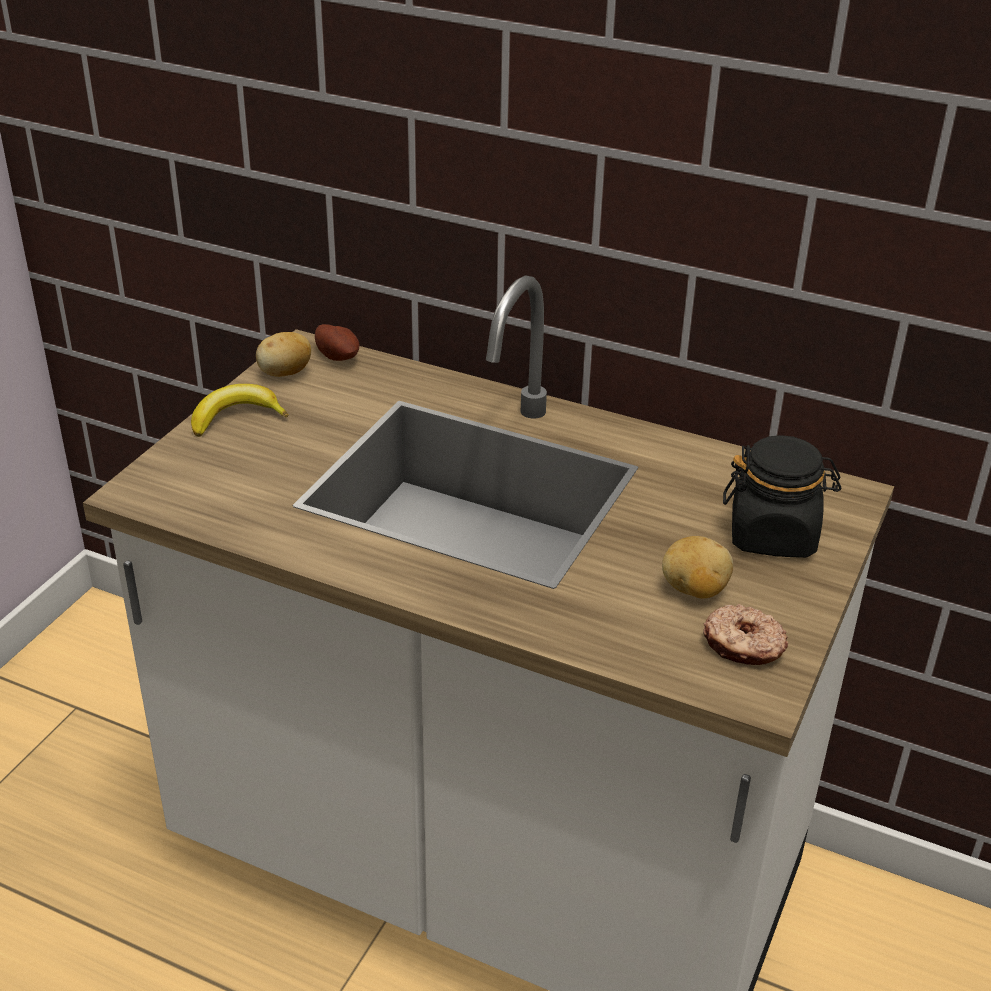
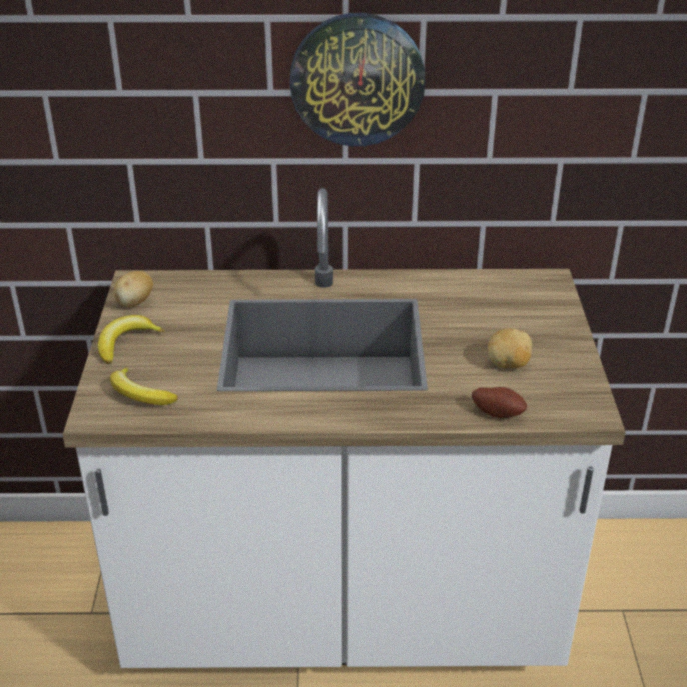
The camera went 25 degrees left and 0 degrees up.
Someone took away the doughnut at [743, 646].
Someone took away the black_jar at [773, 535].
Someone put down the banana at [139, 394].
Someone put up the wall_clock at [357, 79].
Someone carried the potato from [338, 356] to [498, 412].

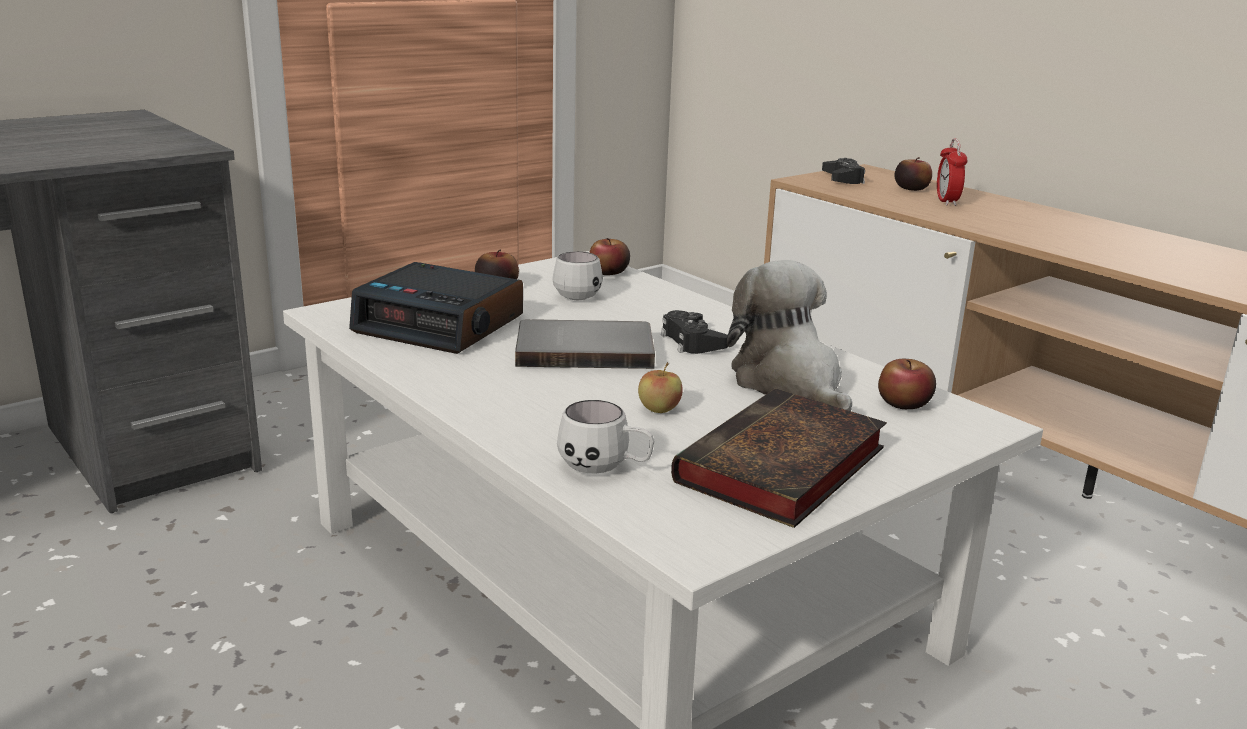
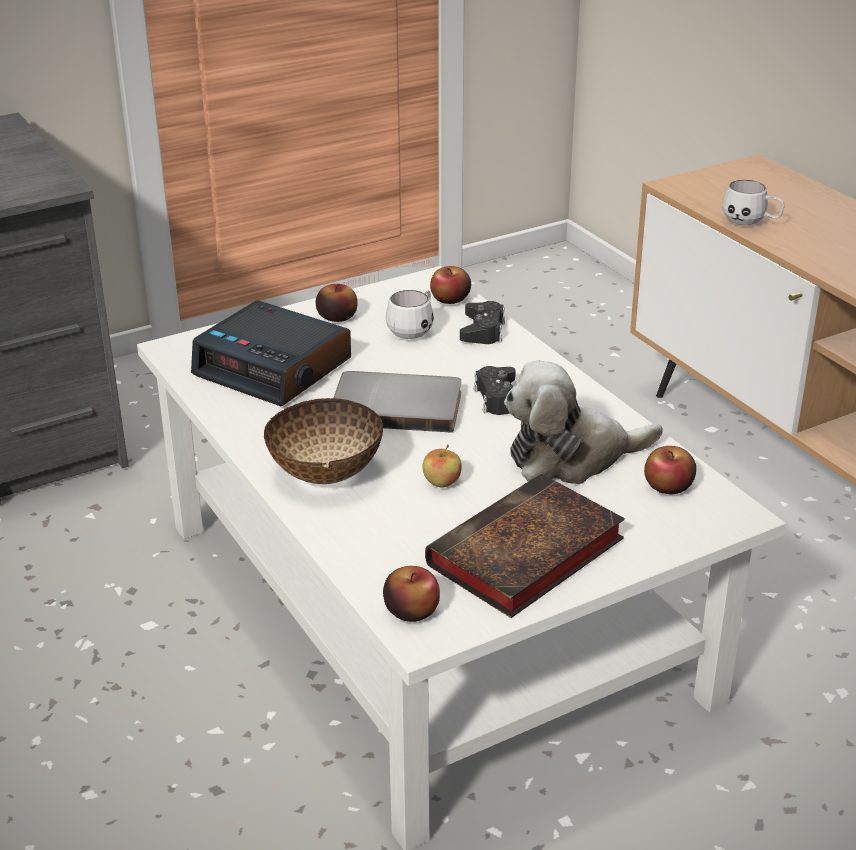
The camera went 10 degrees right and 10 degrees up.
Someone took away the table_clock at [947, 202].
Someone put down the deep_dish at [324, 473].
Someone carried the white_tea_mug from [605, 468] to [751, 223].
Someone carried the black_joypad from [843, 179] to [482, 330].
Someone carried the apple_fruit from [911, 188] to [411, 610].
Someone rotated the plush_toy at [790, 384] by 90 degrees counterclockwise.

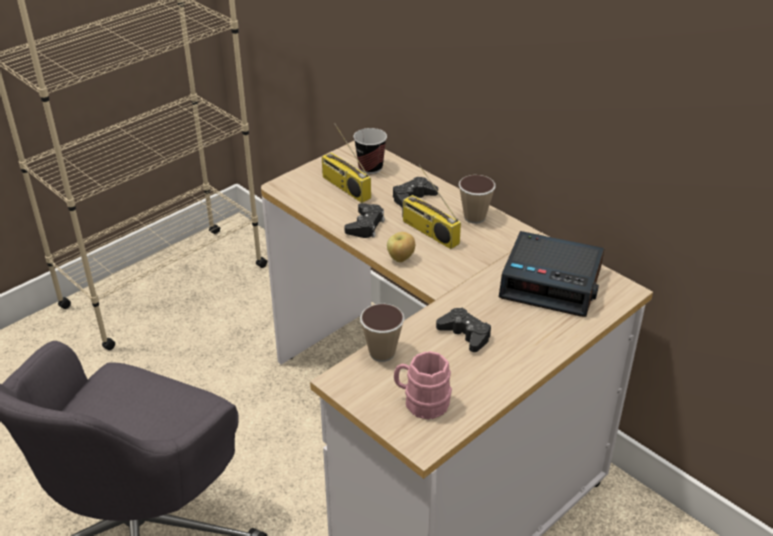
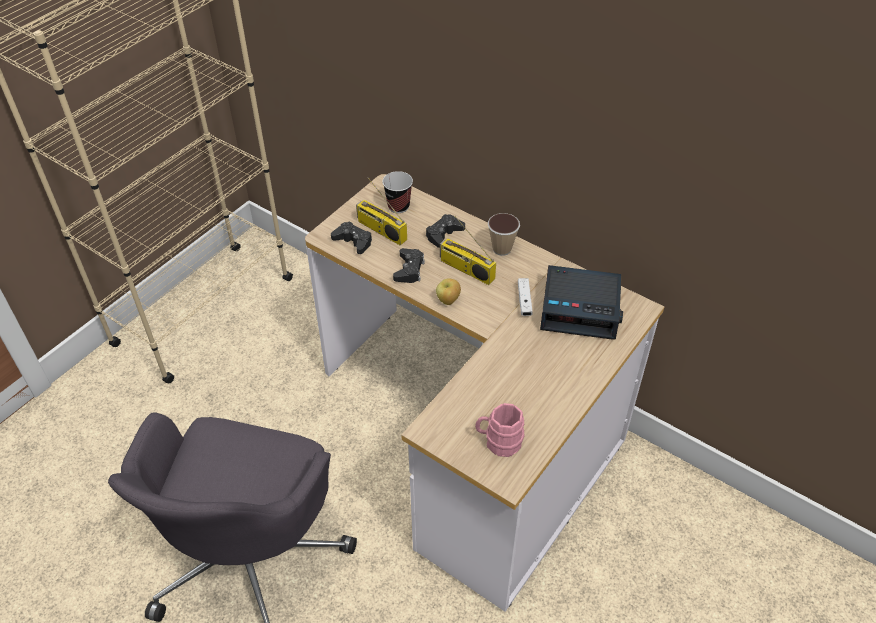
The camera went 10 degrees left and 10 degrees up.
Someone took away the drinking_cup at [382, 353].
Someone put down the white_joypad at [524, 301].
Someone carried the black_joypad from [465, 334] to [353, 241].

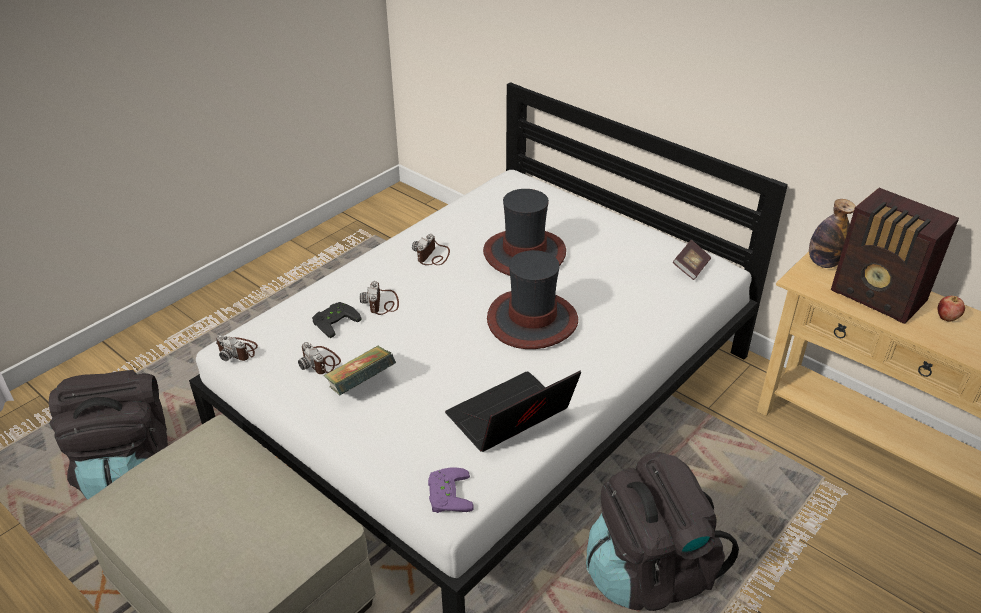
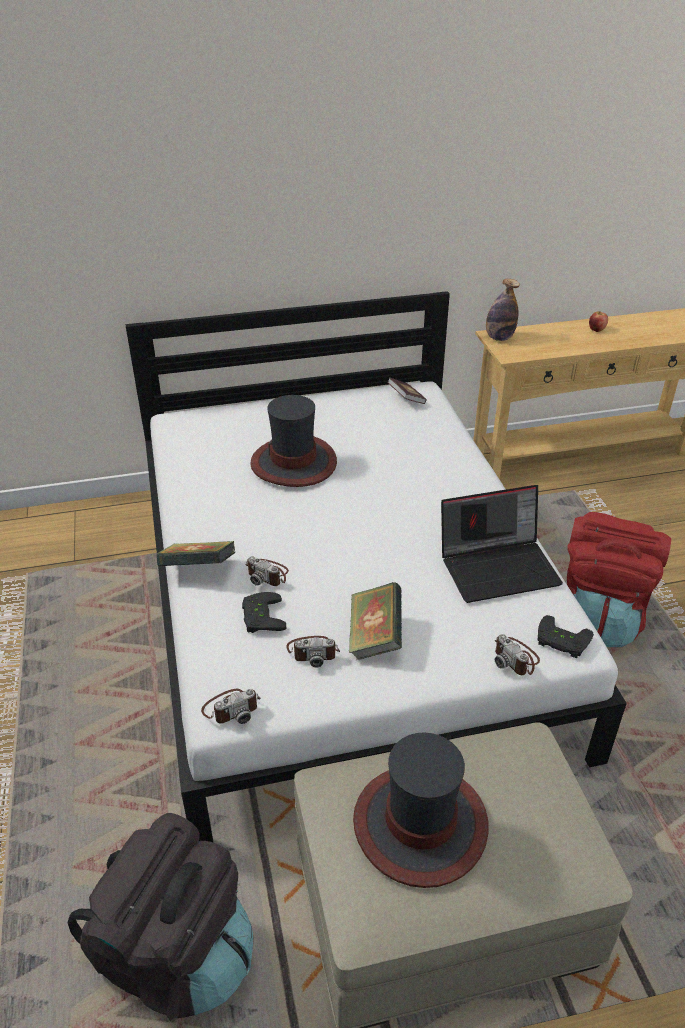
The camera went 55 degrees left and 0 degrees up.
Someone took away the radio at [879, 298].
Someone put down the bound_book at [198, 570].
Someone carried the still_camera from [433, 256] to [516, 658].
Someone carried the clothing_hat from [532, 320] to [420, 825].
Someone repainted the purple-coloured_joypad at [446, 494], which became the black_joypad at [561, 641].
Someone repainted the black_knapsack at [650, 573], which became the red_knapsack at [600, 616].
Someone rotated the laptop at [510, 419] by 105 degrees counterclockwise.

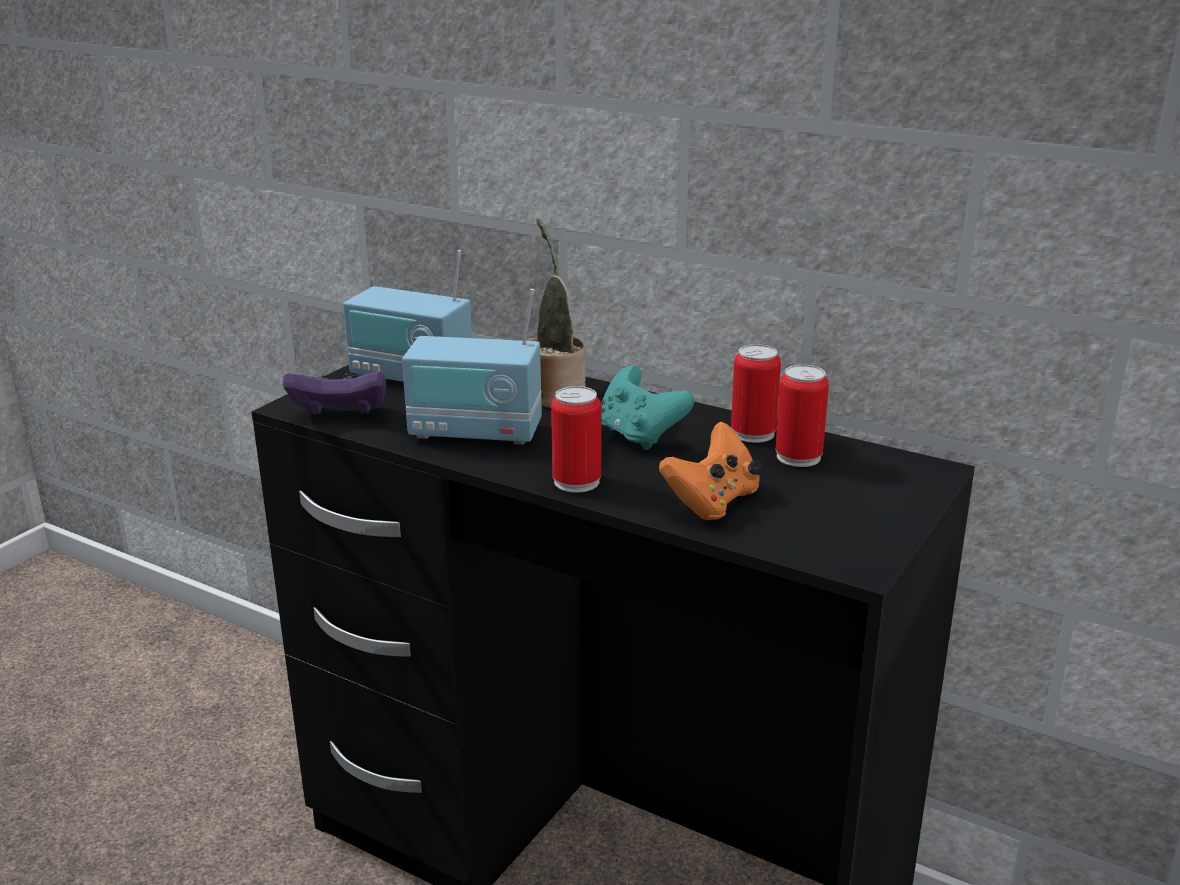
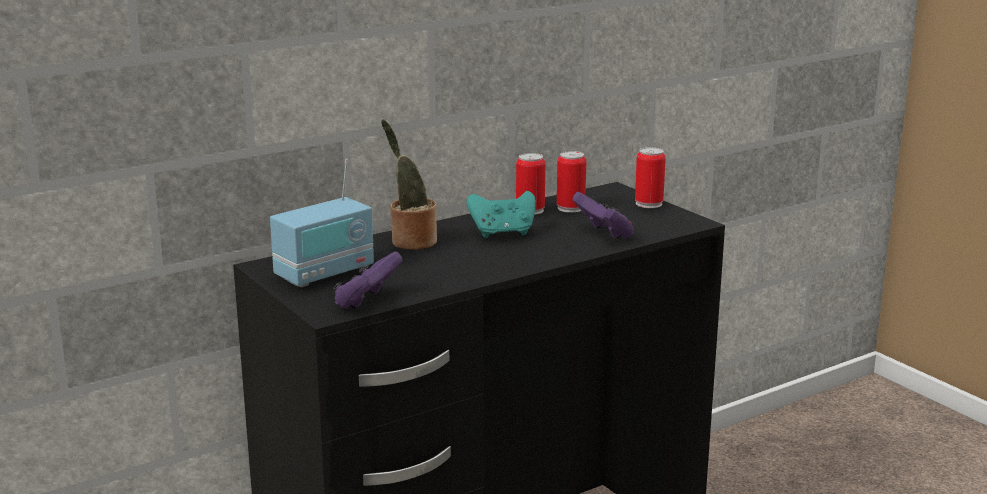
The camera went 65 degrees left and 5 degrees down.
Someone took away the radio at [475, 433].
Someone carried the sealed_can from [576, 481] to [648, 204].
Someone repainted the orange-coloured_joypad at [712, 502], which became the purple-coloured_joypad at [604, 234].

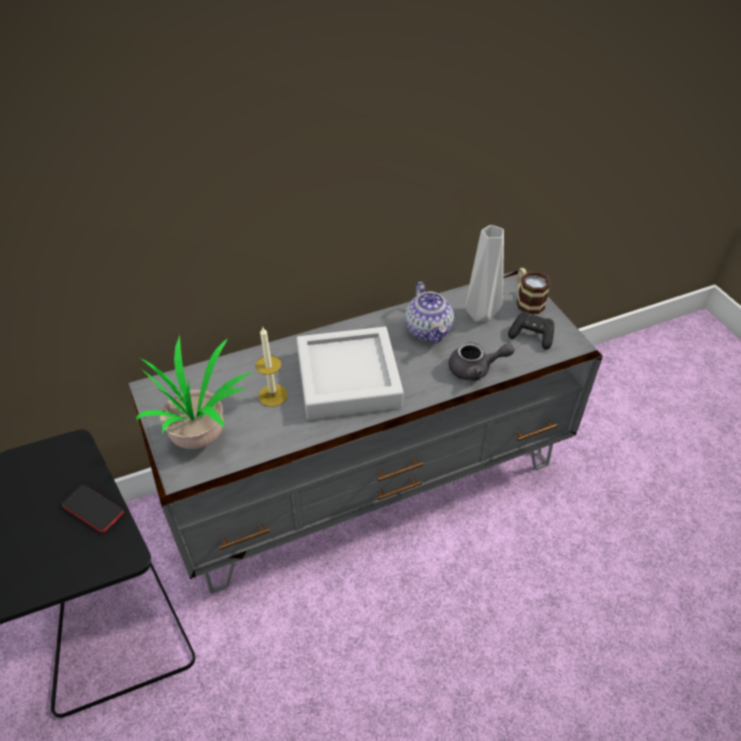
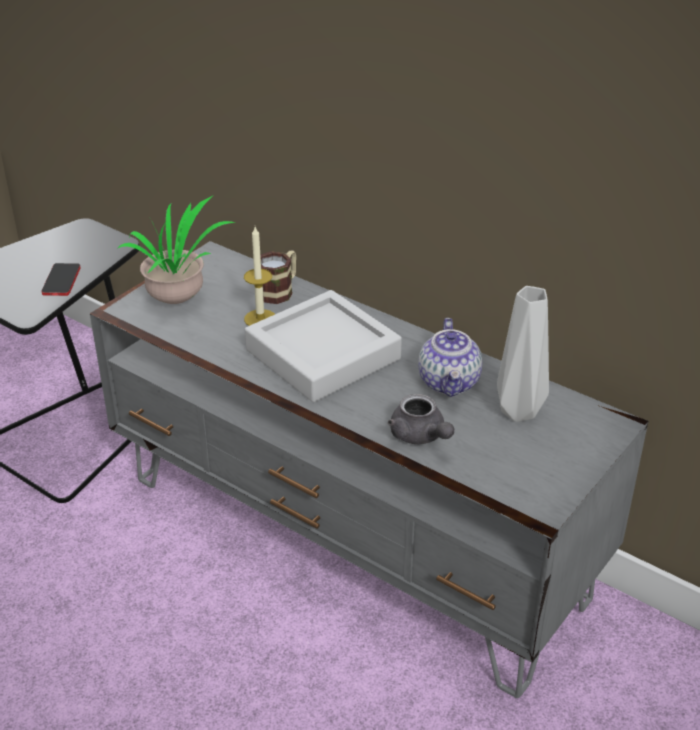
The camera went 60 degrees right and 10 degrees down.
Someone took away the black_joypad at [531, 336].
Someone carried the tea_mug from [527, 301] to [279, 290].
Someone rotated the tea_pot at [429, 330] by 45 degrees counterclockwise.

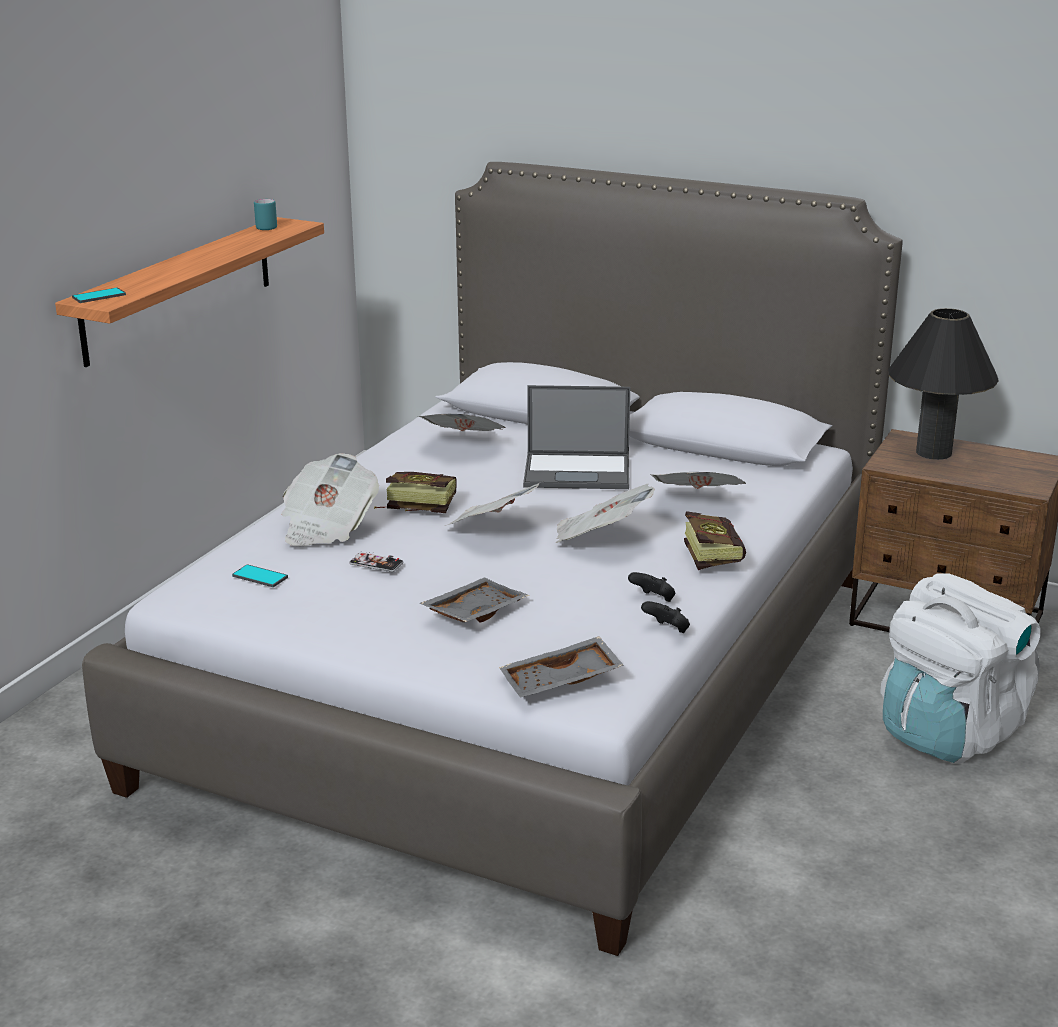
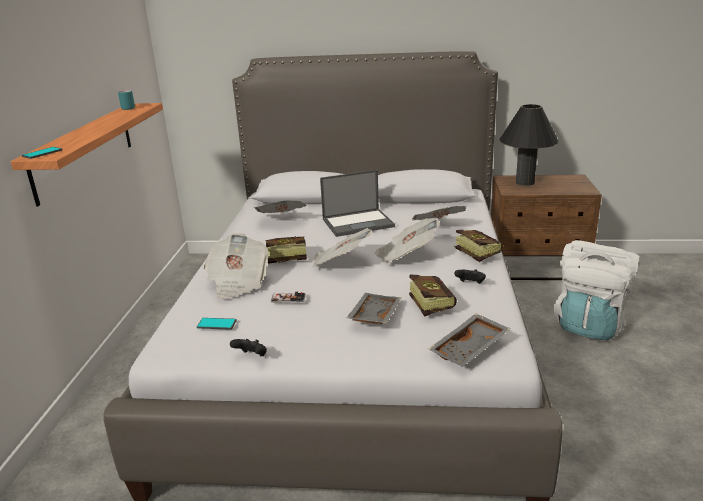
The camera went 20 degrees left and 0 degrees up.
Someone put down the bound_book at [429, 304].
Someone carried the black_joypad from [667, 630] to [251, 356].

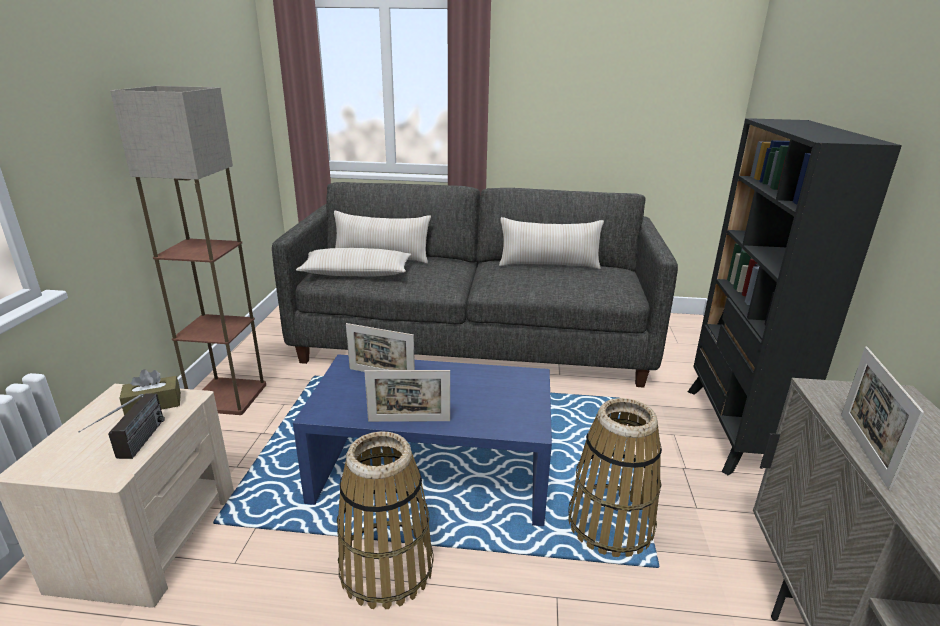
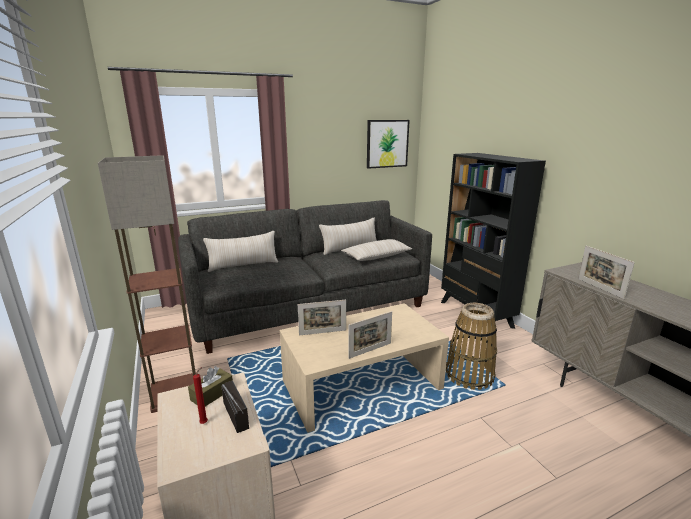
The camera went 30 degrees left and 5 degrees down.
Someone took away the basket at [386, 568].
Someone put down the red_candle at [205, 422].
Someone put up the wall_picture at [387, 143].
Someone carried the beige_throw_pillow from [356, 273] to [376, 256].
Someone repainted the blue-coloured_low_table at [433, 470], which became the beige_low_table at [361, 384].

